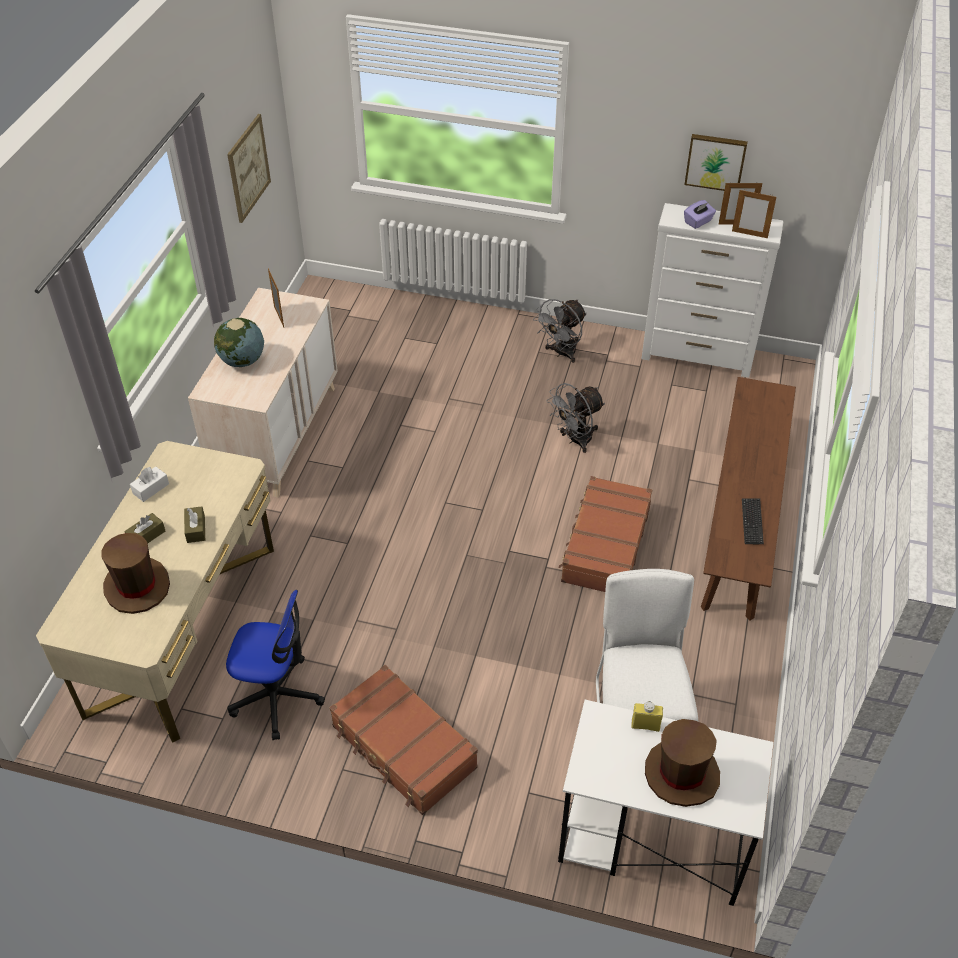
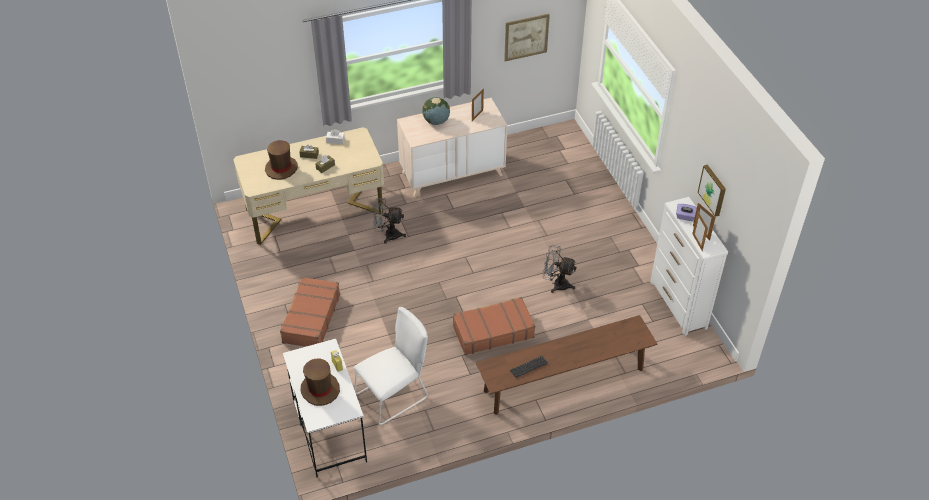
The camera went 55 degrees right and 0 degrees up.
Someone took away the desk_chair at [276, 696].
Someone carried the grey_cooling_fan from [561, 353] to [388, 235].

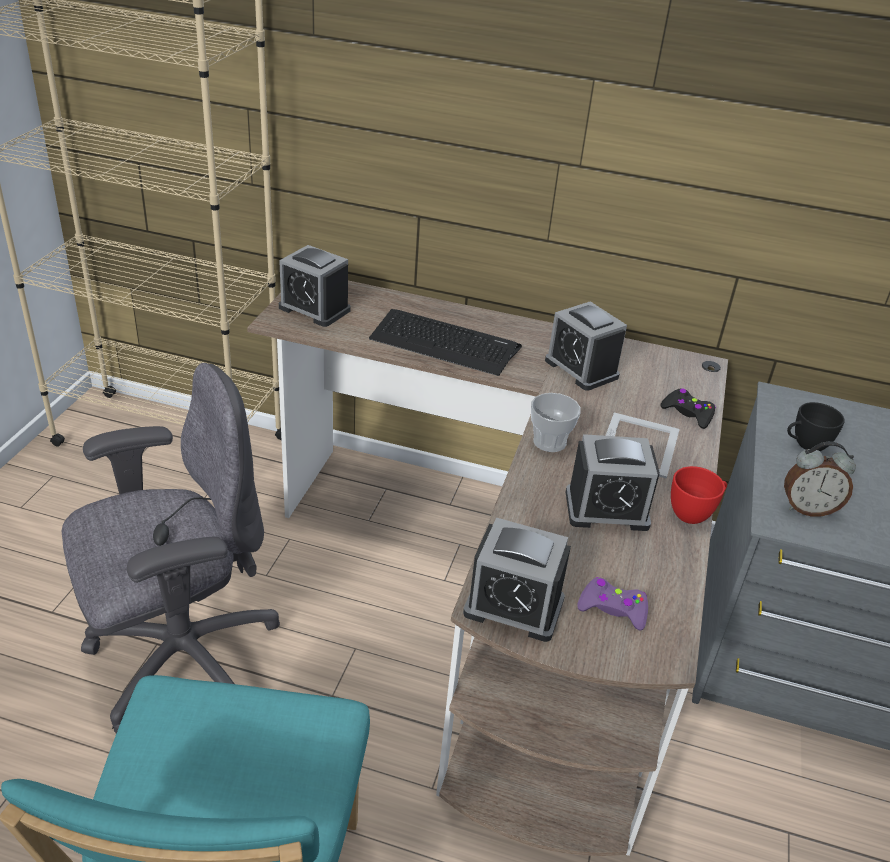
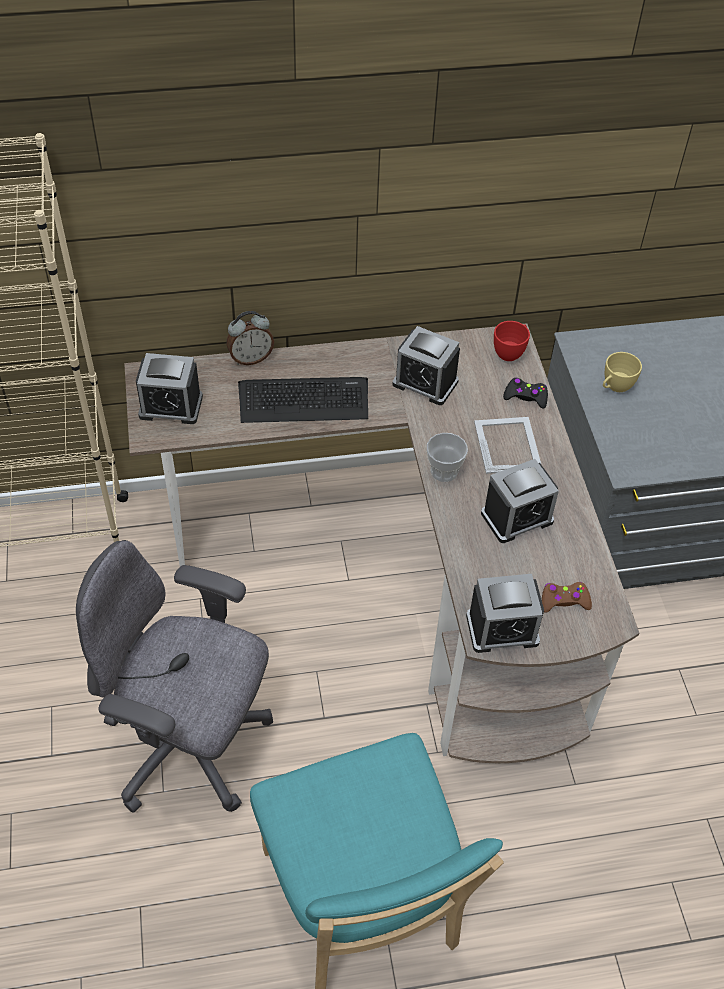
The camera went 25 degrees left and 15 degrees up.
Someone carried the red_drinking_cup from [694, 513] to [510, 352].
Someone carried the table_clock from [808, 508] to [251, 358].
Someone repainted the purple-coloured_joypad at [612, 609], which became the brown-coloured_joypad at [564, 601].
Someone repainted the black_drinking_cup at [805, 445], which became the yellow-coloured_drinking_cup at [615, 387].
Someone rotated the grey_desk_chair at [181, 661] by 105 degrees counterclockwise.

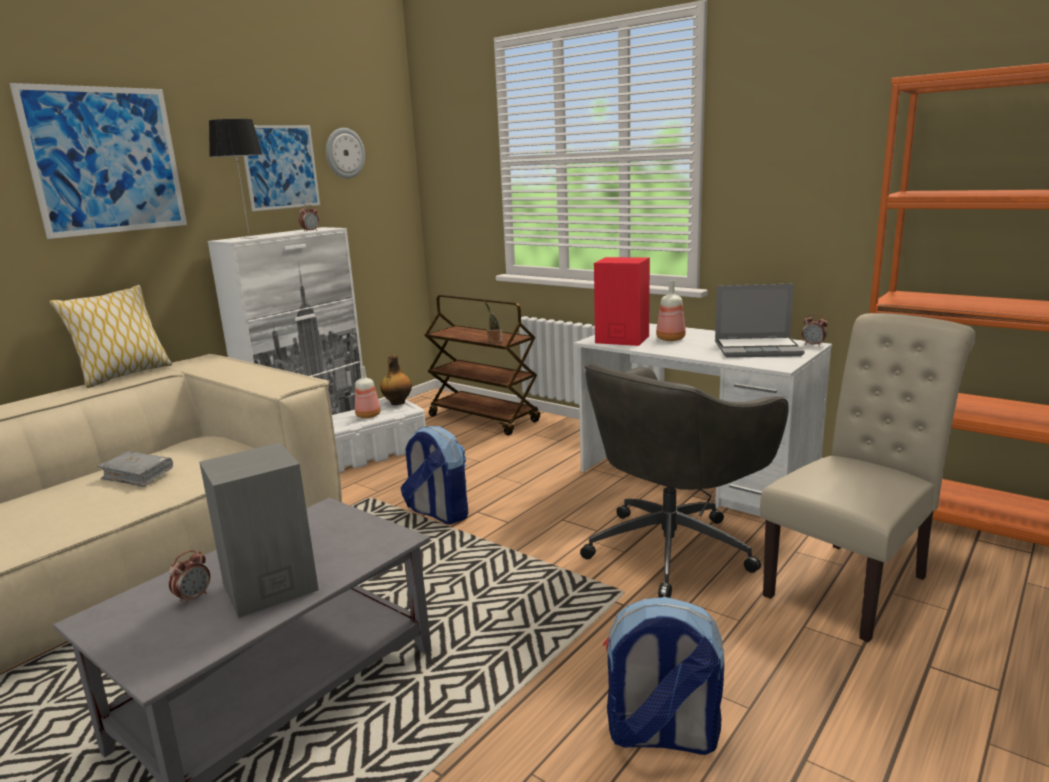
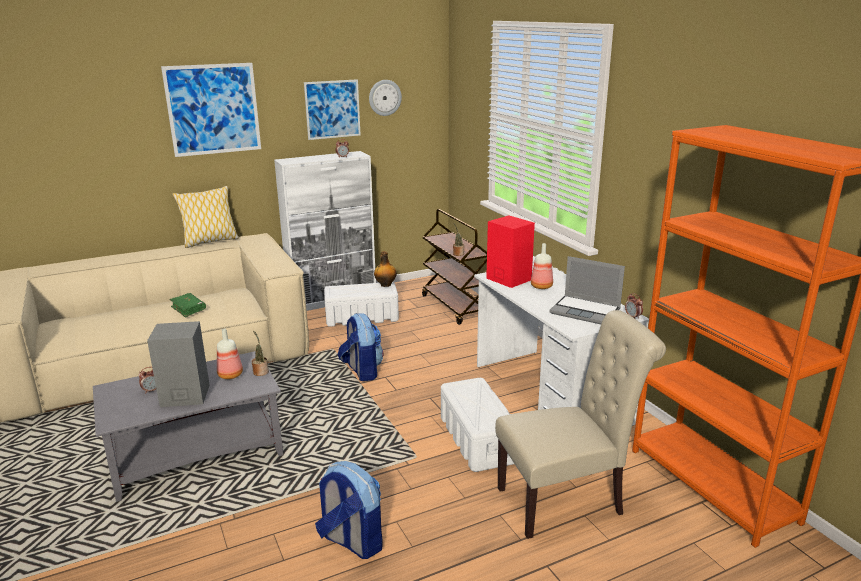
The camera went 25 degrees right and 5 degrees up.
Someone took away the table_lamp at [250, 238].
Someone put down the houseplant at [260, 371].
Someone carried the beverage_bottle from [369, 415] to [231, 375].
Someone swapped the grey_desk_chair at [672, 548] for the white_storage_container at [477, 439].
Someone repainted the grey_bound_book at [138, 476], which became the green_bound_book at [188, 309].

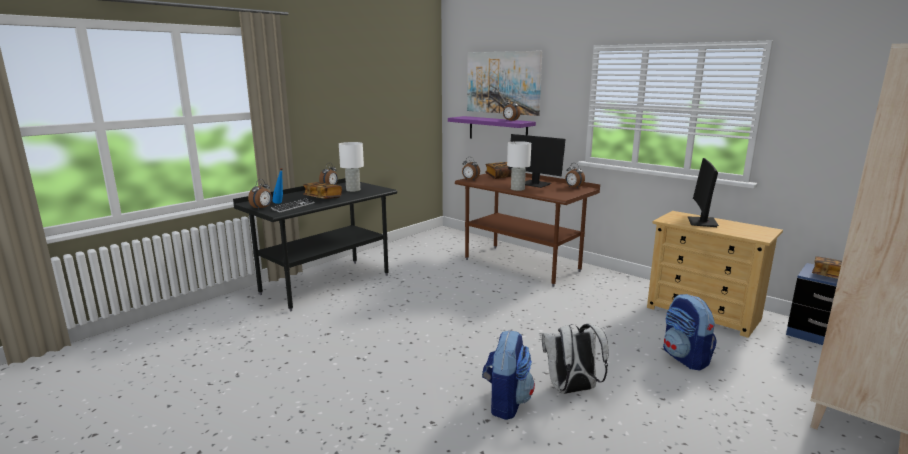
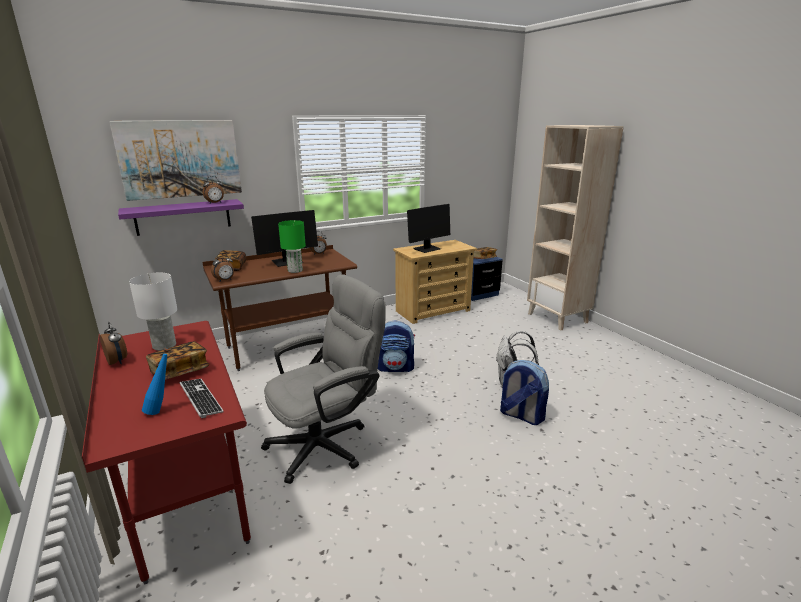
The camera went 70 degrees left and 5 degrees up.
Someone took away the table_clock at [262, 208].
Someone put down the grey_desk_chair at [327, 443].
Someone carried the knapsack from [685, 358] to [395, 368].
Someone repainted the black_desk_table at [326, 284], which became the red_desk_table at [187, 494].
Someone repainted the white_table_lamp at [518, 189], which became the green_table_lamp at [295, 270].
Someone rotated the computer_screen at [702, 222] by 75 degrees counterclockwise.

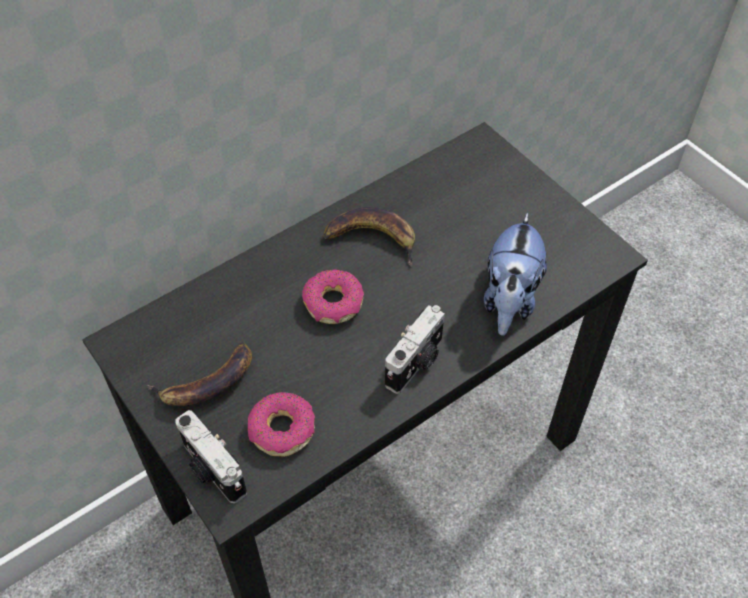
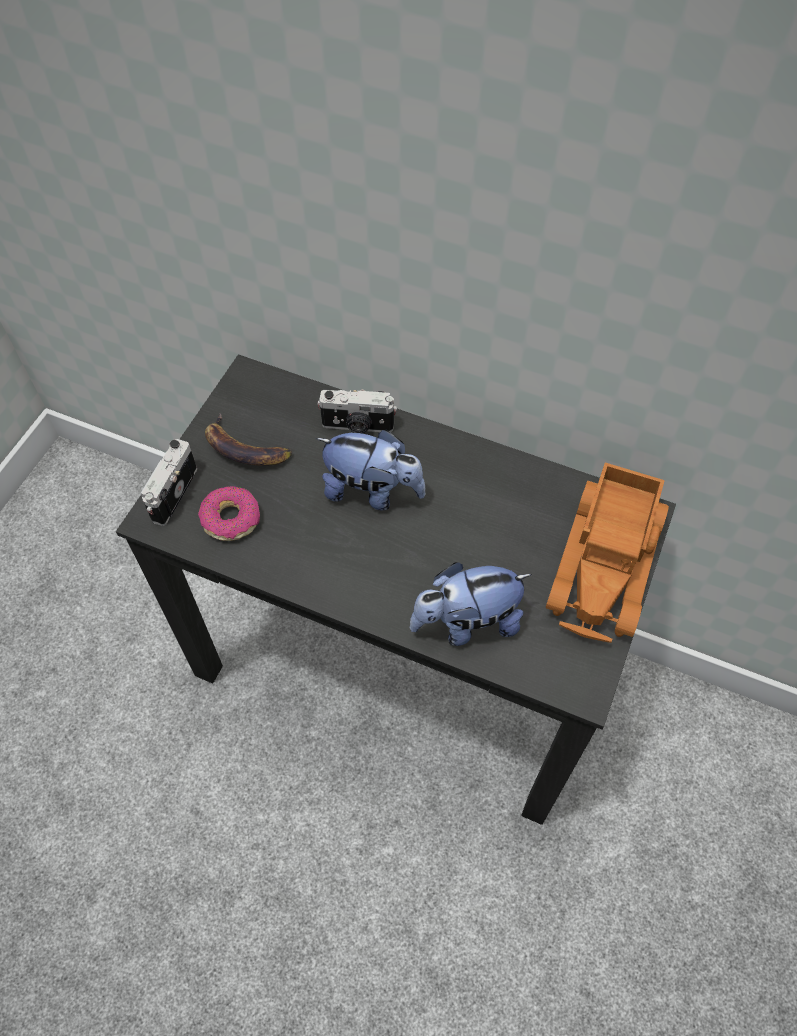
The camera went 60 degrees right and 5 degrees up.
Someone took away the banana at [372, 239].
Someone put down the toy_lorry at [608, 562].
Someone carried the still_camera from [416, 363] to [358, 426].
Someone swapped the doughnut at [333, 304] for the plush_toy at [372, 491].

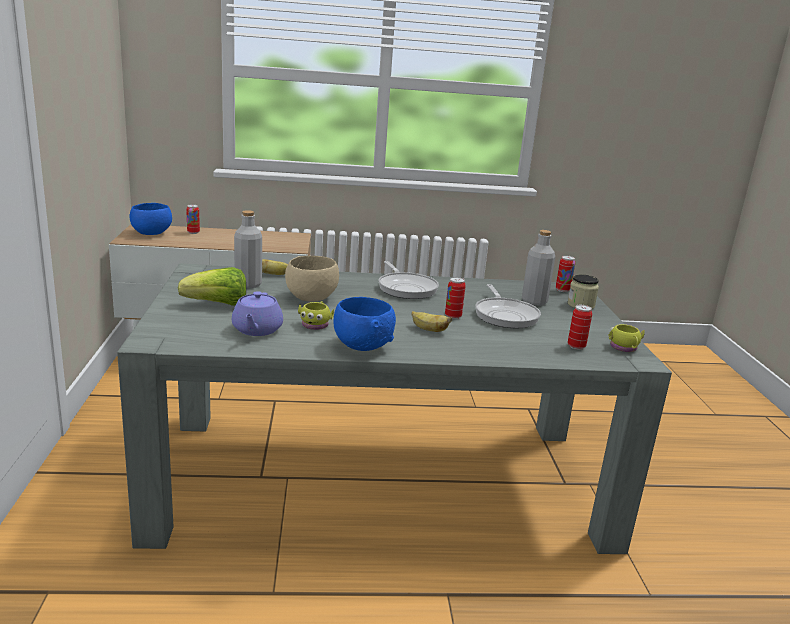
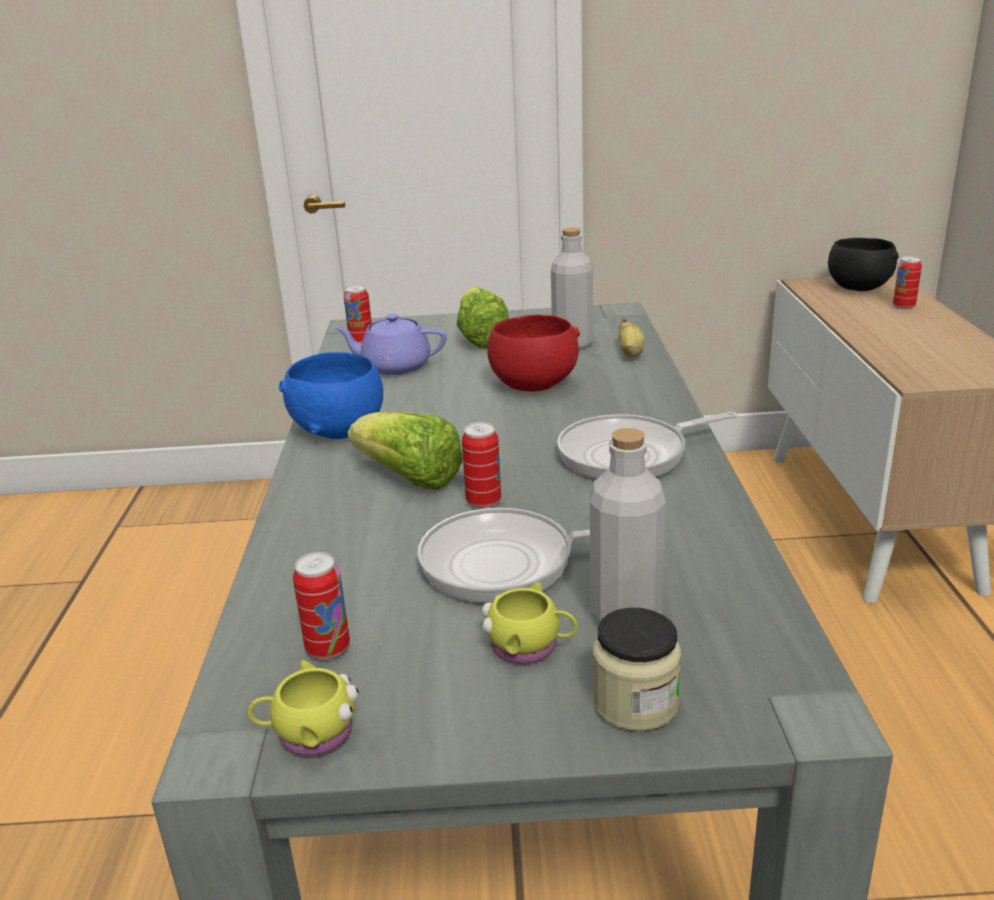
The camera went 95 degrees right and 5 degrees up.
Someone carried the yellow-coloured_tea_mug from [316, 324] to [530, 646].
Someone carried the sealed_can from [562, 290] to [361, 341].
Someone swapped the banana at [428, 330] for the head_of_lettuce at [409, 478].
Someone repainted the blue-coloured_deep_dish at [151, 233], which became the black_deep_dish at [857, 288].
Someone repainted the beige_deep_dish at [311, 298], which became the red_deep_dish at [532, 385].

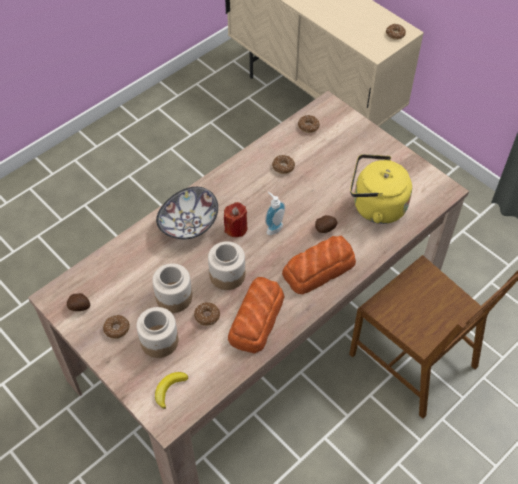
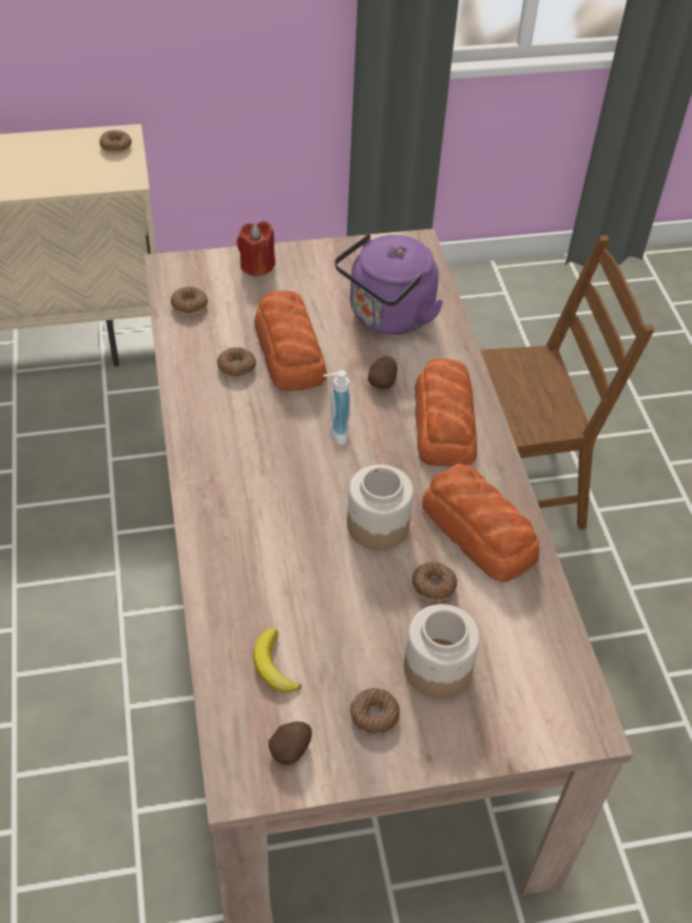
The camera went 60 degrees left and 5 degrees down.
Someone took away the jar at [174, 297].
Someone took away the deep_dish at [189, 225].
Someone put down the bakery_bread at [289, 352].
Someone carried the banana from [169, 389] to [273, 665].
Someone carried the red_candle from [236, 228] to [257, 265].
Someone repainted the yellow-coloured_kettle at [375, 206], which became the purple-coloured_kettle at [387, 317].

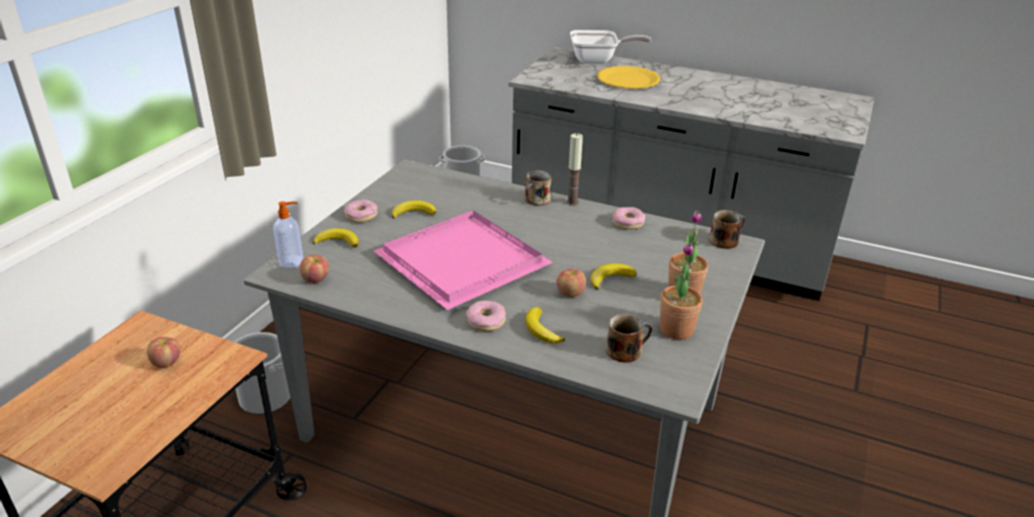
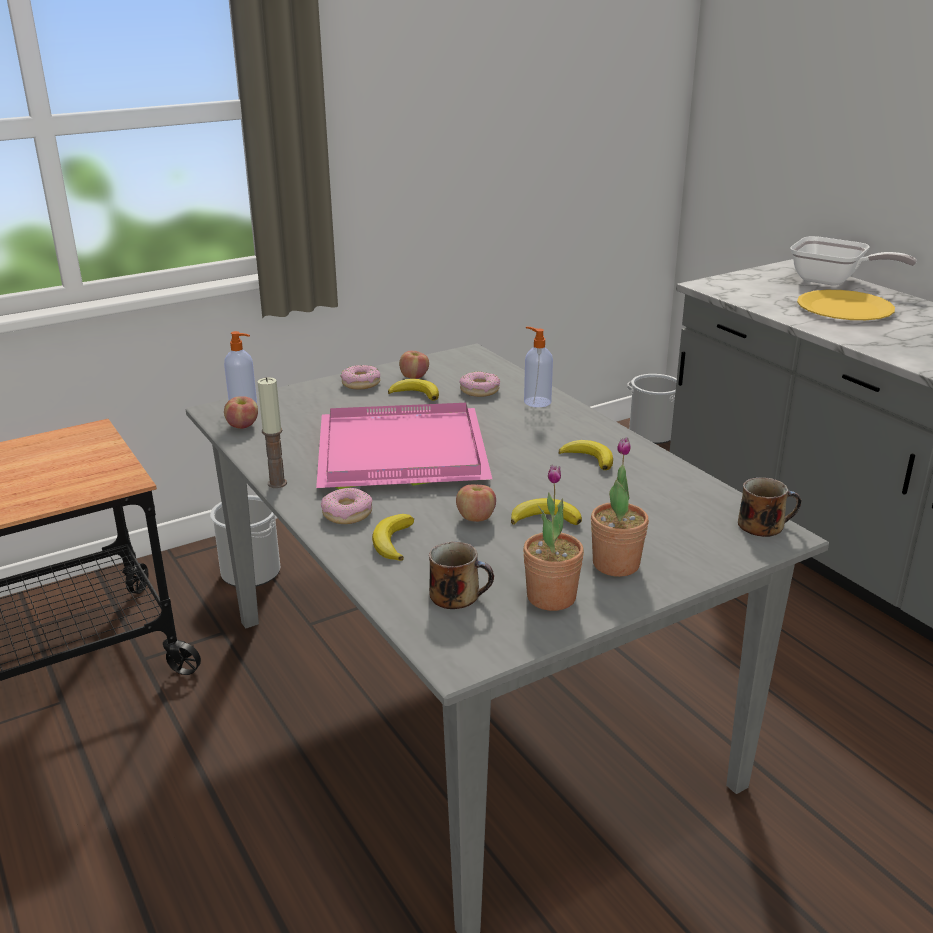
The camera went 35 degrees right and 5 degrees down.
Someone took away the tea_mug at [537, 200].
Someone put down the soap_dispenser at [536, 401].
Someone carried the apple_fruit from [166, 362] to [414, 377].
Someone carried the banana from [338, 241] to [589, 458].
Someone carried the candle from [572, 202] to [277, 483].
Someone carried the doughnut from [627, 223] to [479, 390].

